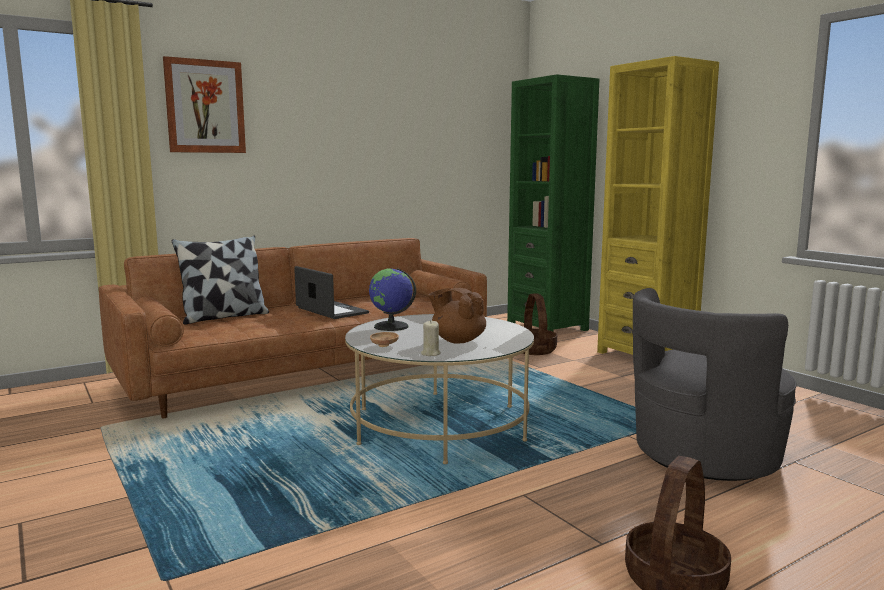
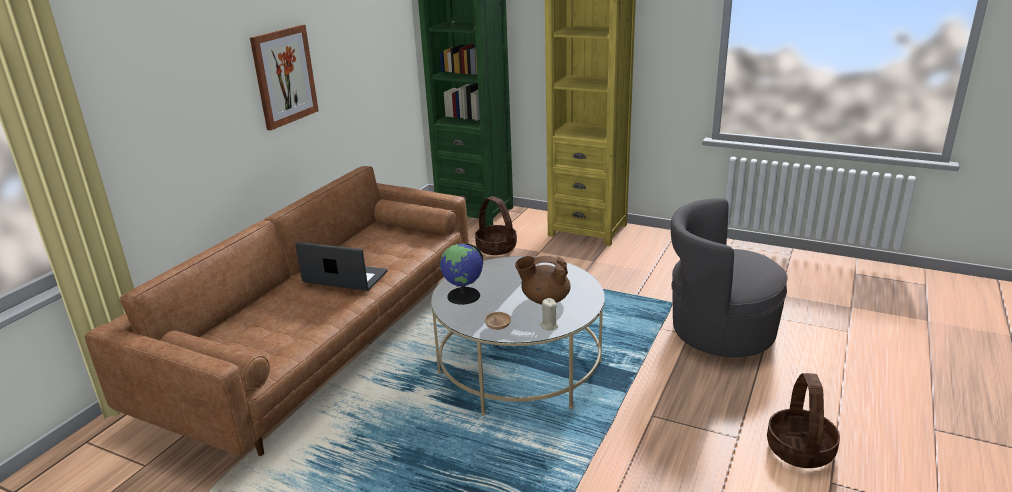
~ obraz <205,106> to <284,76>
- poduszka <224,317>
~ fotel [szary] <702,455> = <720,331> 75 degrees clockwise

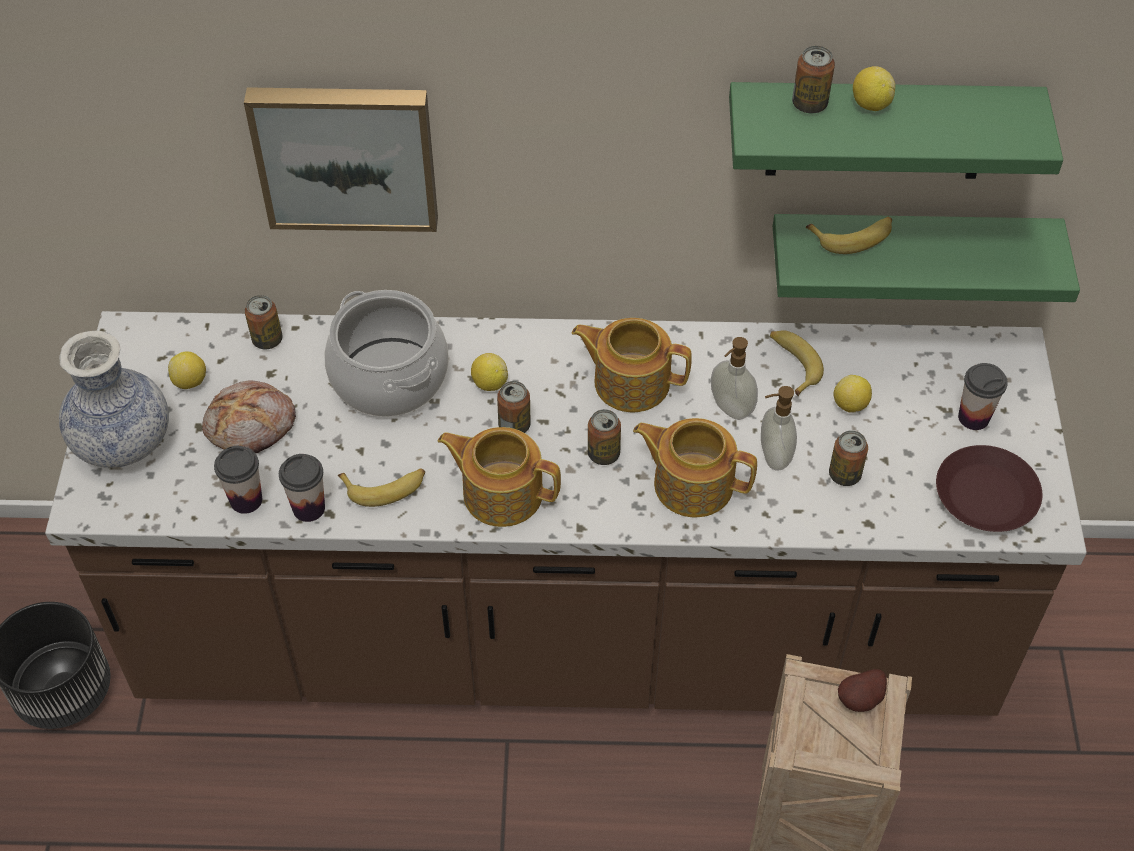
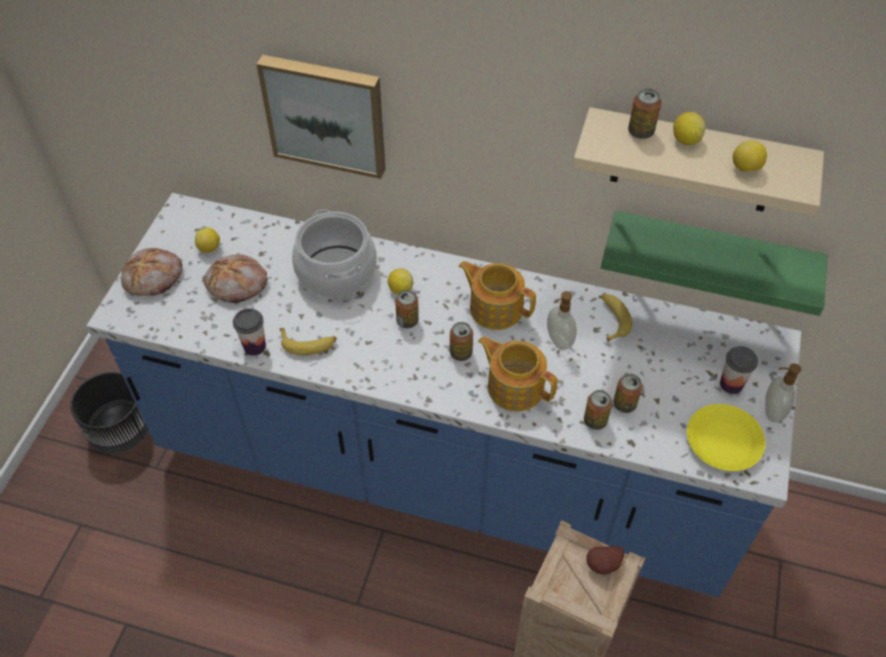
~ półka [zielony] <879,130> to półka [beżowy] <694,162>
- banan <853,237>
~ puszka <267,340> to <595,421>
~ zabudowa kuchenna [brązowy] <567,636> to zabudowa kuchenna [niebieski] <443,471>
~ wazon <123,442> to chleb <154,278>
~ cytryna <850,405> to <745,168>
~ dozownik mydła <773,456> to <771,411>
- imbryk <501,492>
~ talerz [brązowy] <987,495> to talerz [żółty] <724,442>
- filiżanka <246,500>

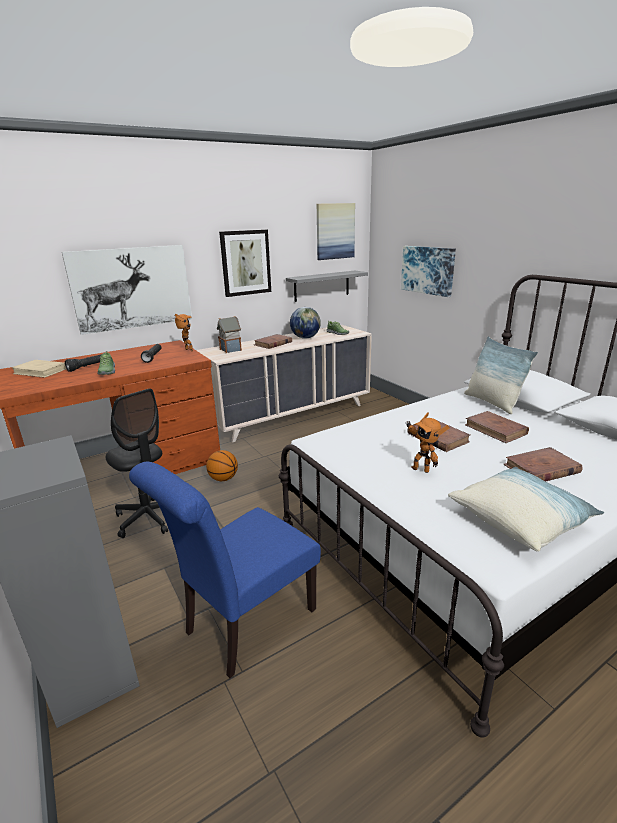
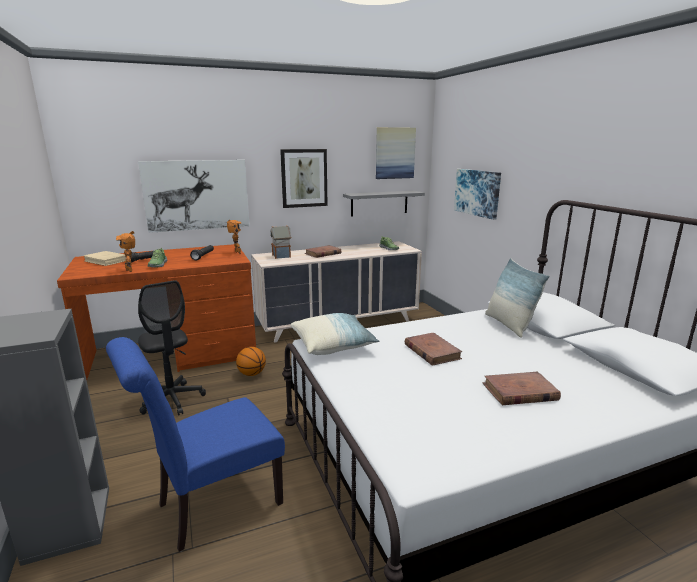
- globus <305,338>
- książka [brązowy] <496,429>
~ robot zabawkowy <421,469> to <131,270>
~ poduszka <520,519> to <333,345>

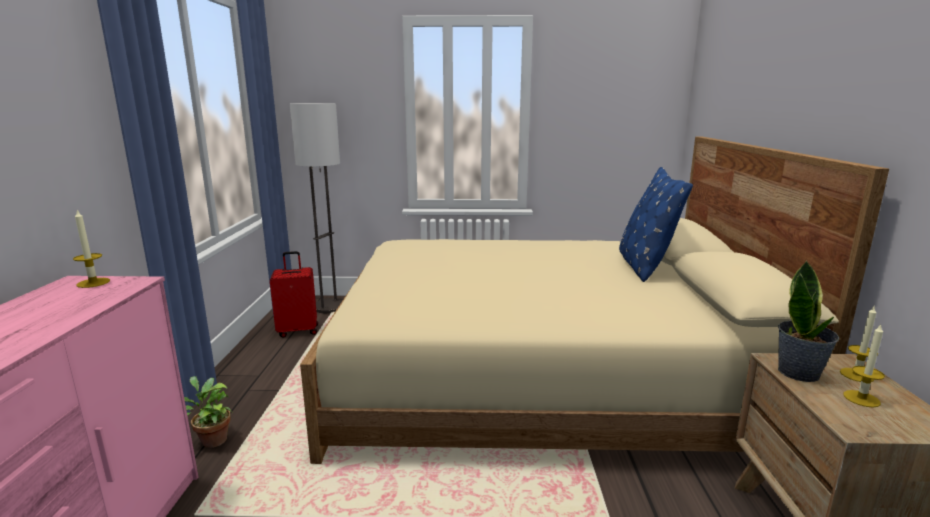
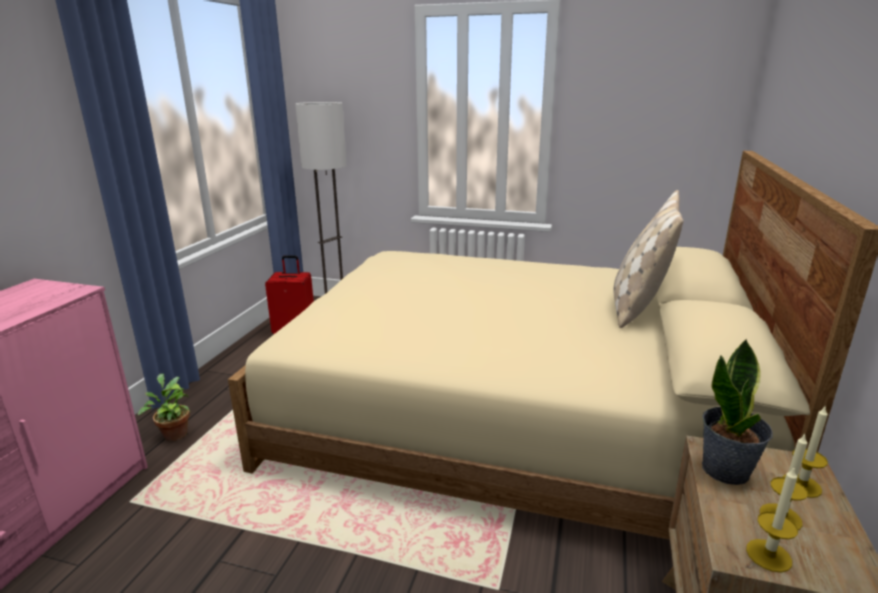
~ poduszka [niebieski] <644,265> to poduszka [beżowy] <638,307>
~ świeca <93,283> to <768,555>

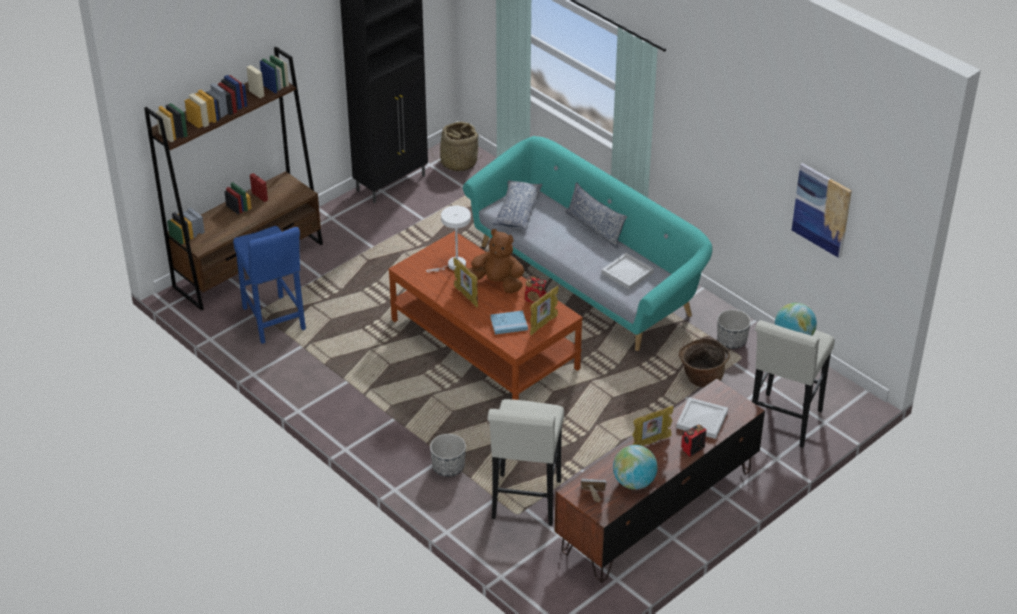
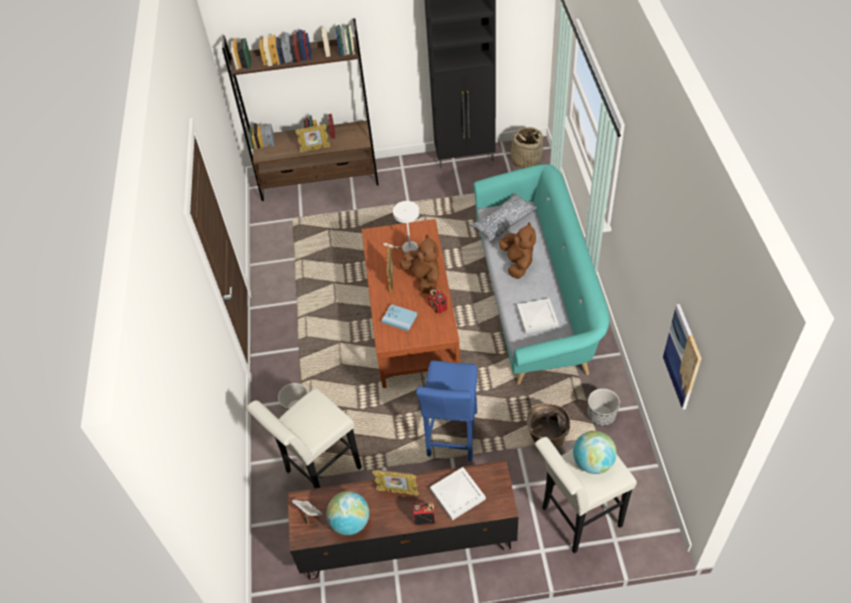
- poduszka <594,228>
~ stołek [niebieski] <274,321> to <452,437>
~ ramka na zdjęcie <543,325> to <315,149>
+ pluszak [brązowy] <517,263>

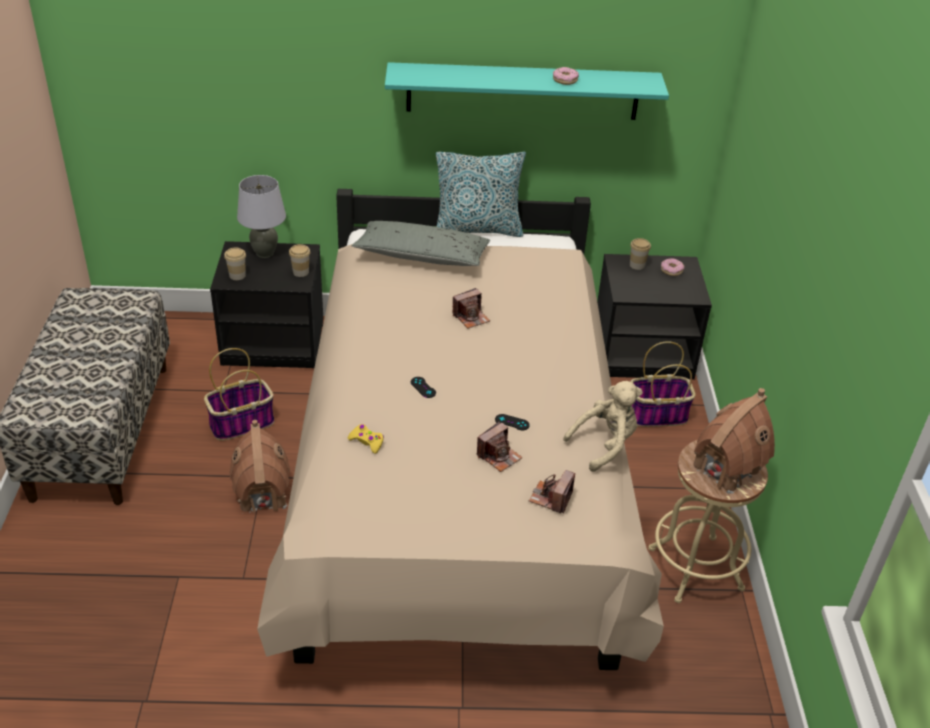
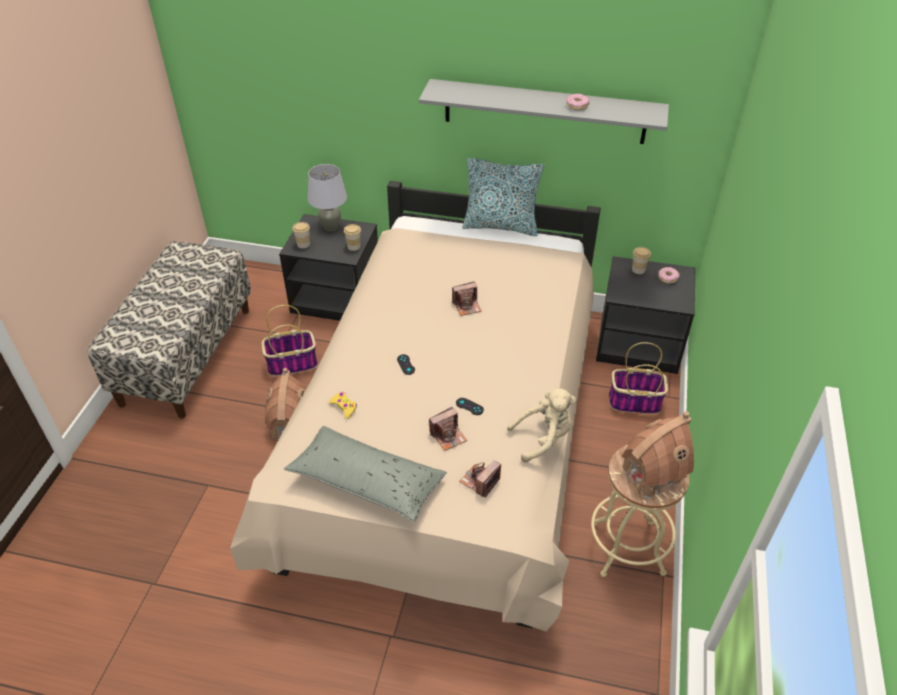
~ półka [turkusowy] <523,91> to półka [szary] <544,111>
~ poduszka [szary] <421,256> to <367,481>

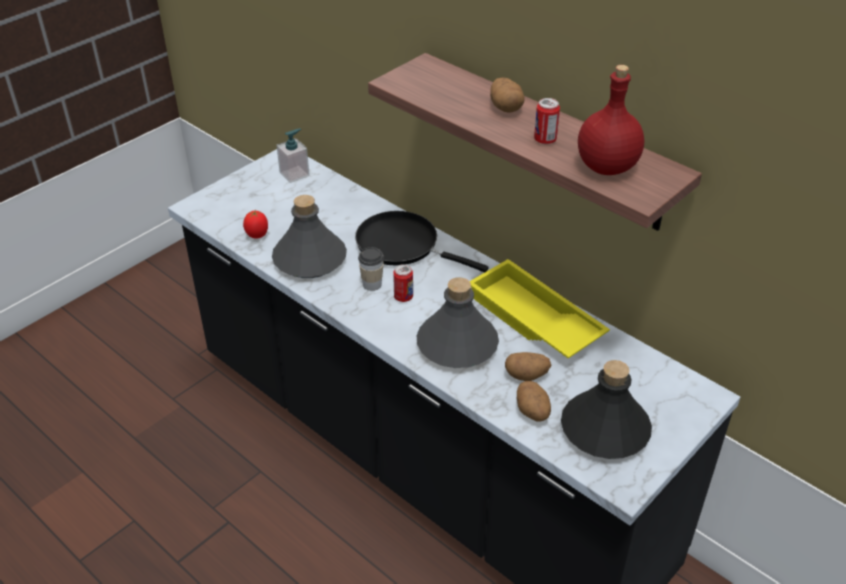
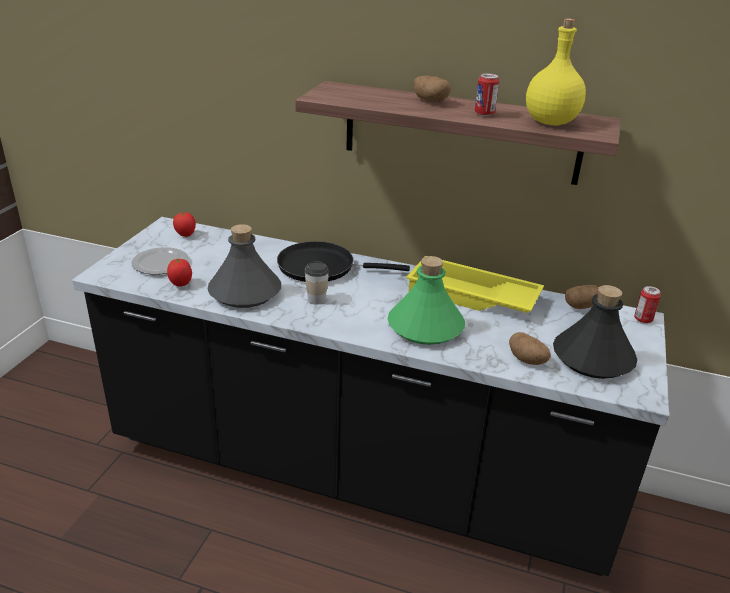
~ butelka [czerwony] <608,167> to butelka [żółty] <551,122>
~ dozownik mydła <294,174> to pomidor <186,235>
~ puszka <403,297> to <643,319>
~ butelka [szary] <457,344> to butelka [zielony] <426,327>
~ ziemniak <526,375> to <580,306>
+ talerz <159,263>

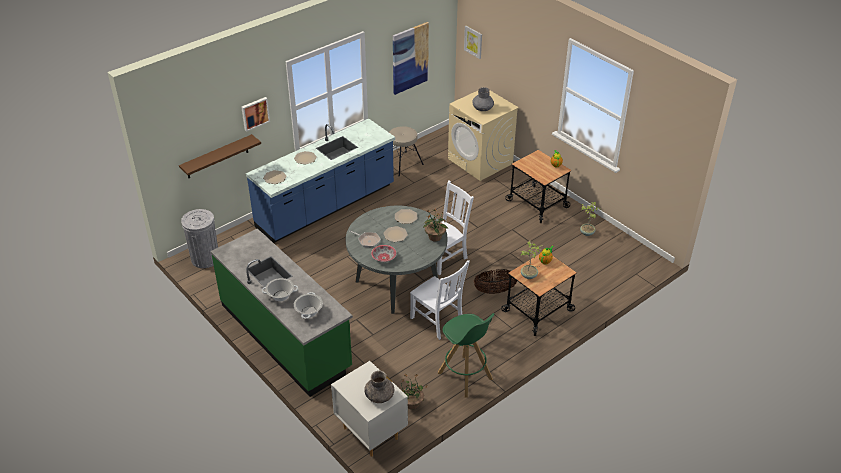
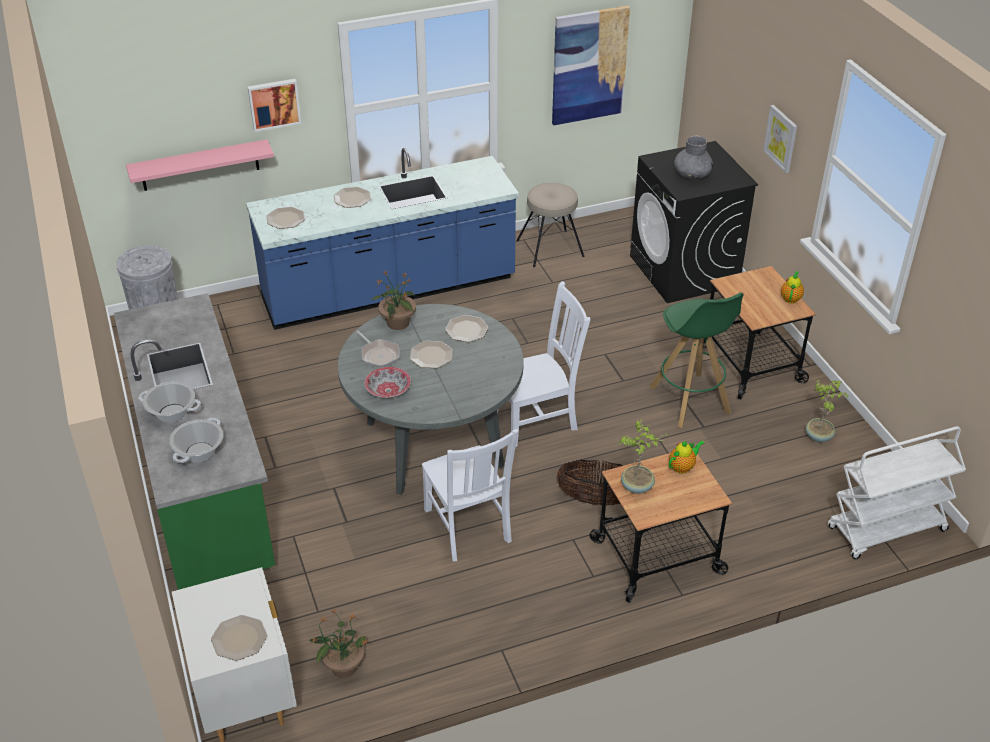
~ obraz <473,41> to <781,138>
~ pralka [beżowy] <480,161> to pralka [czarny] <684,271>
~ półka [brązowy] <217,157> to półka [różowy] <200,165>
~ roślina doniczkowa <435,237> to <397,323>
~ stołek [zielony] <465,376> to <690,400>
~ wazon [szary] <379,396> to talerz <239,638>
+ wózek [biały] <886,530>

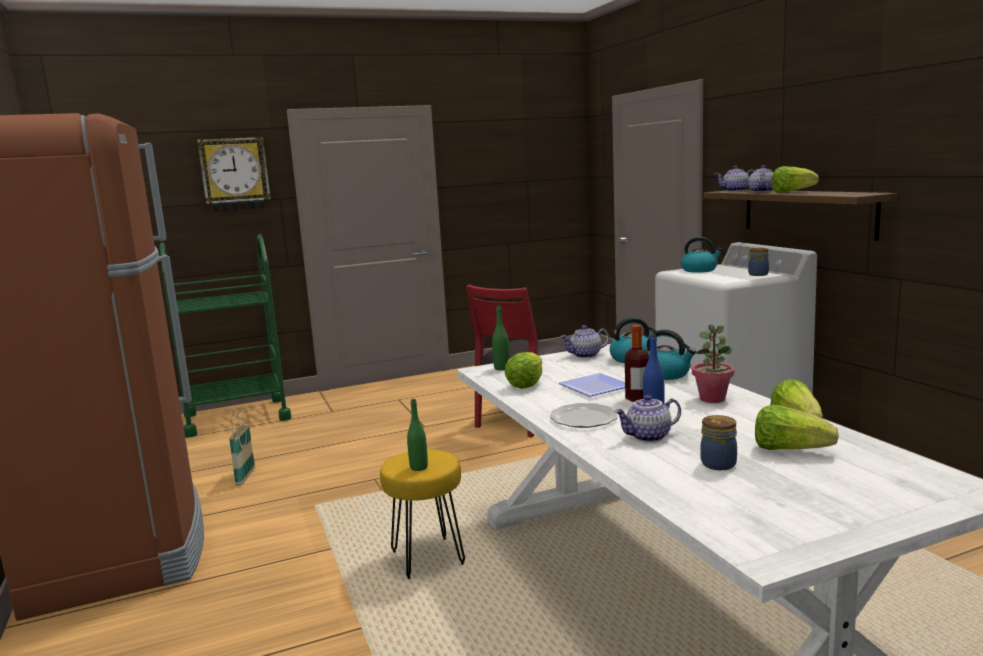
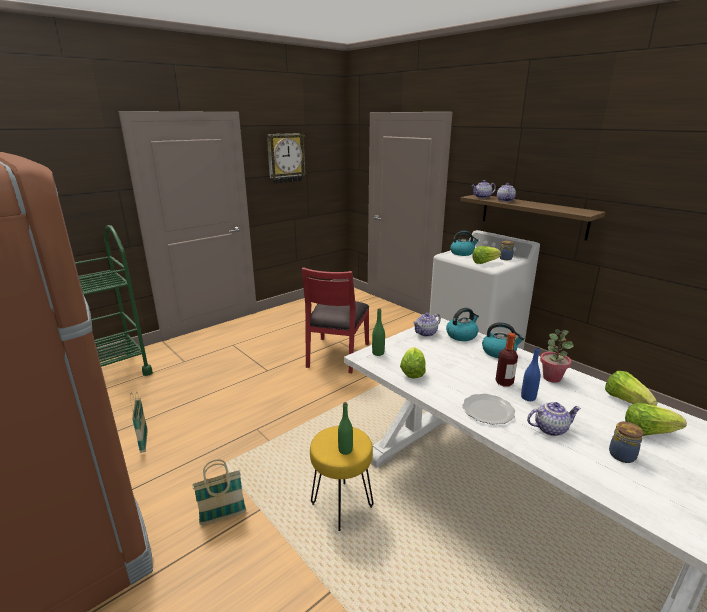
~ zegar ścienny <235,174> to <285,158>
~ sałata <791,192> to <484,262>
- talerz <595,387>
~ imbryk <648,437> = <550,428> 150 degrees counterclockwise
+ koszyk <223,517>

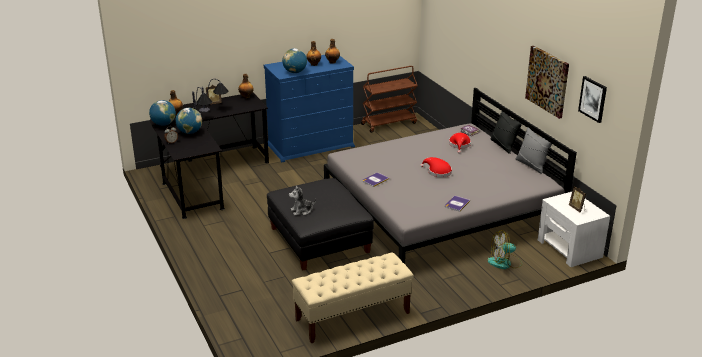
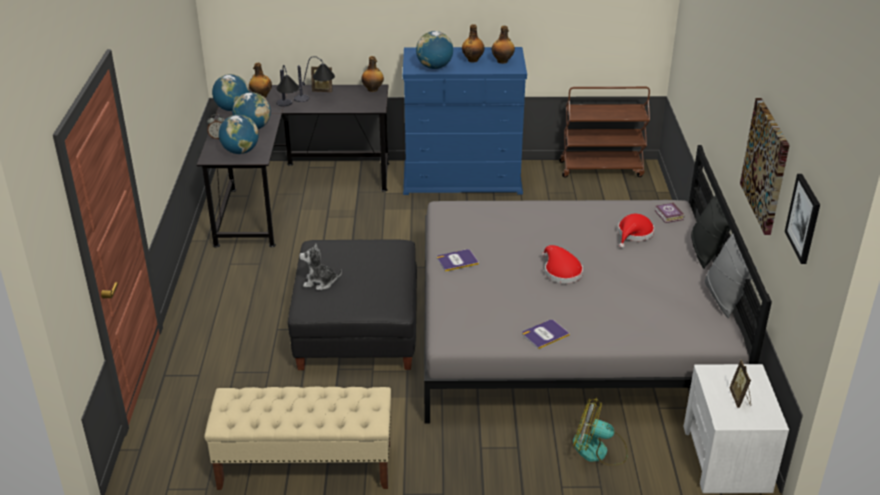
+ globus <240,151>

